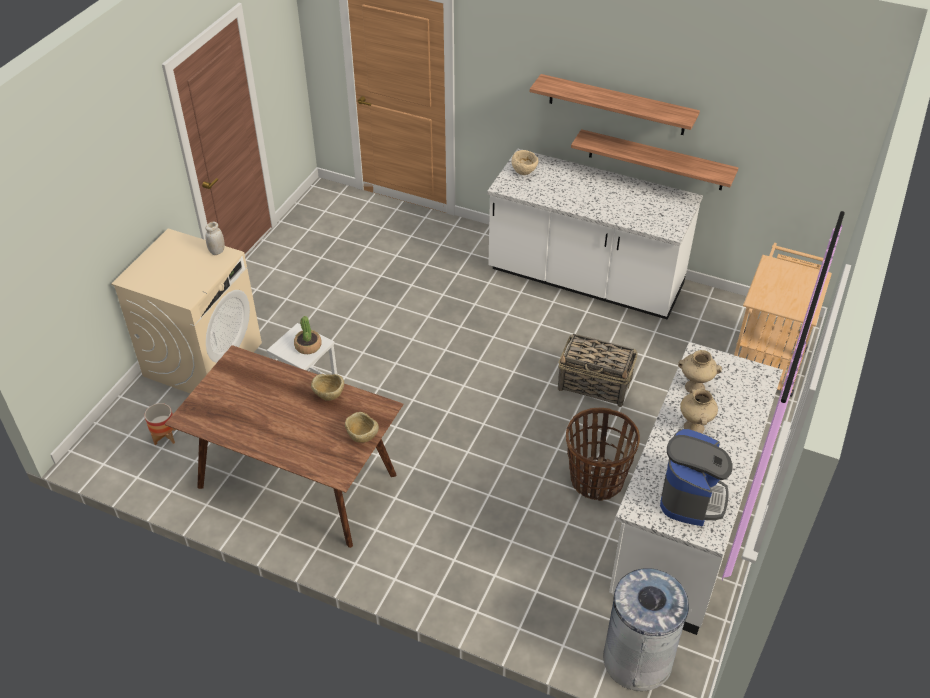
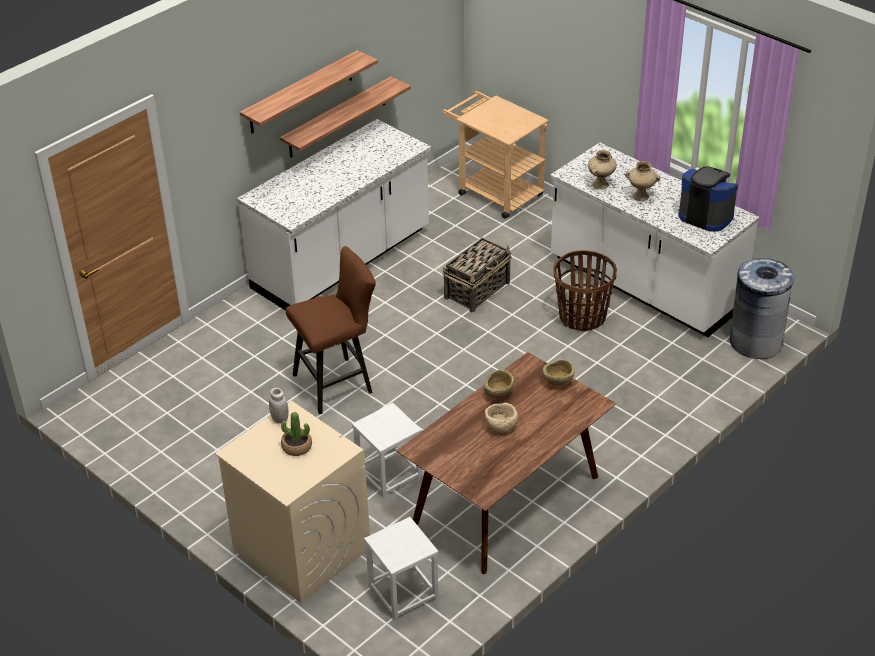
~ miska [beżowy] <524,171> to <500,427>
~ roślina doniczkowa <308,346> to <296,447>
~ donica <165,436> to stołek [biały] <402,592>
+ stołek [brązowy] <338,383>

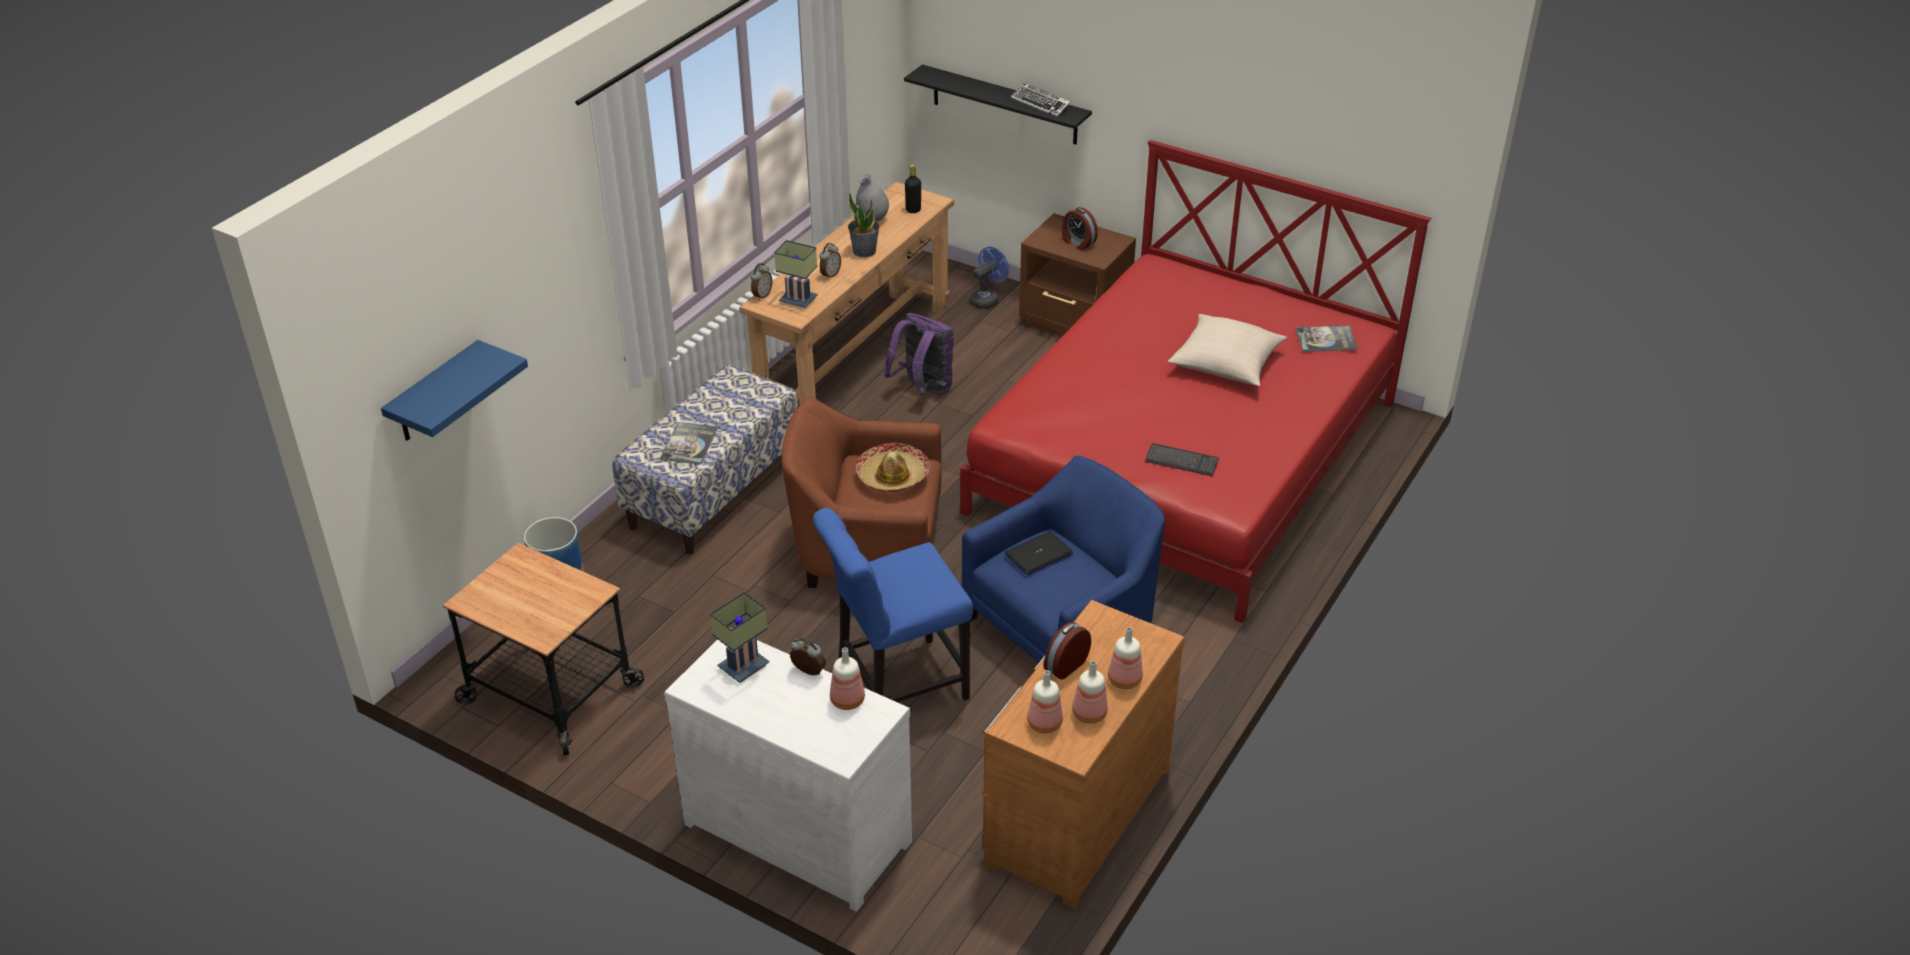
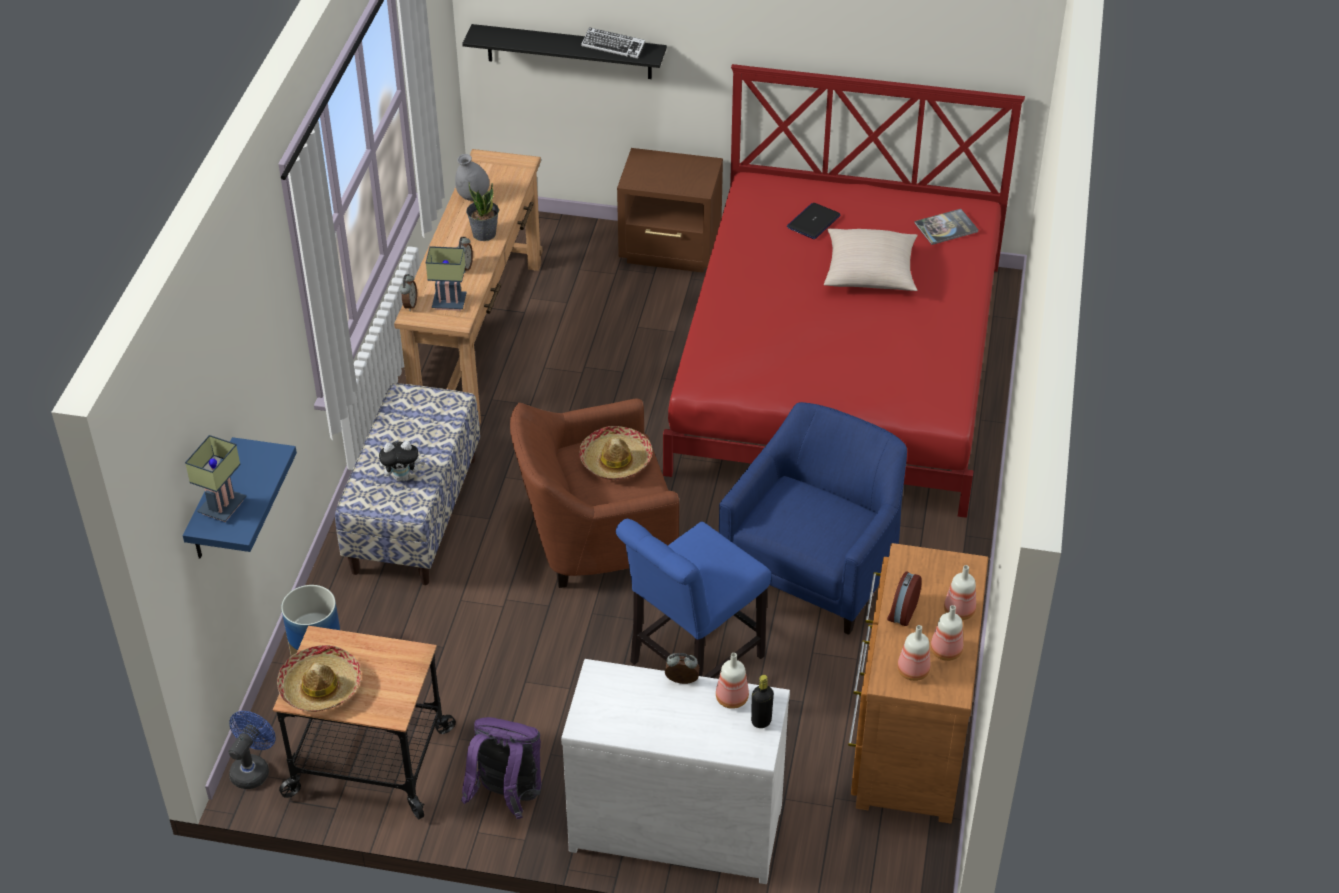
~ butelka [czarny] <913,210> to <761,721>
- budzik <1077,243>
~ wentylator [niebieski] <987,299> to <253,769>
~ plecak [fioletowy] <923,389> to <506,797>
~ książka <689,444> to pluszak <403,477>
- klawiatura <1181,461>
~ laptop <1038,554> to <813,222>
~ lampa stołowa <743,669> to <223,509>
+ kapelusz <320,686>

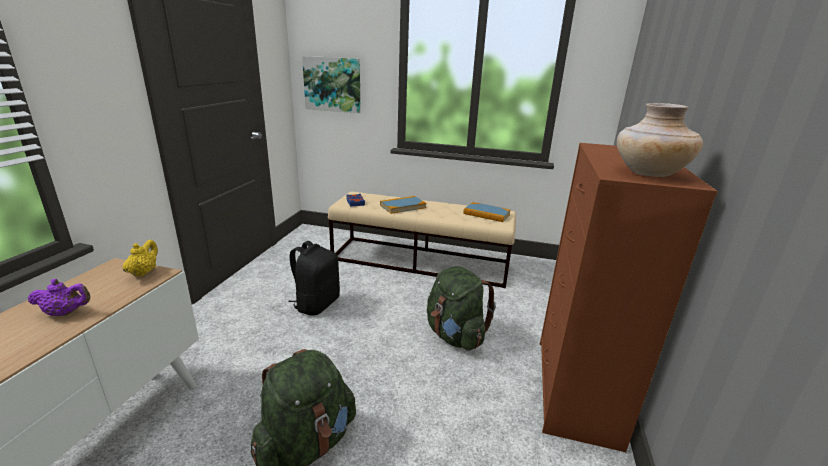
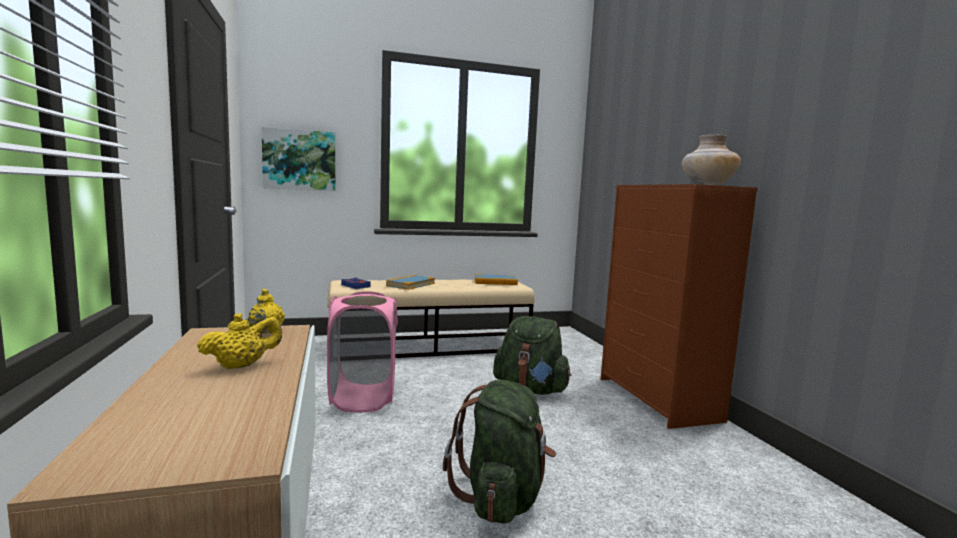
~ plecak [czarny] <316,304> to kosz na pranie [różowy] <363,398>
~ imbryk [fioletowy] <66,313> to imbryk [żółty] <242,365>

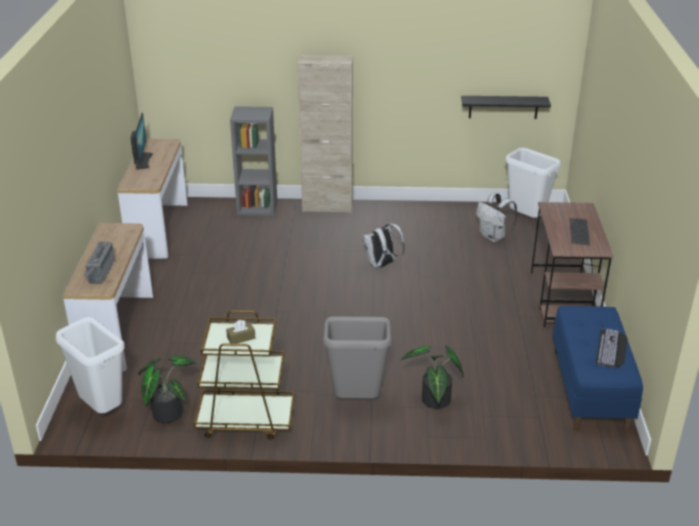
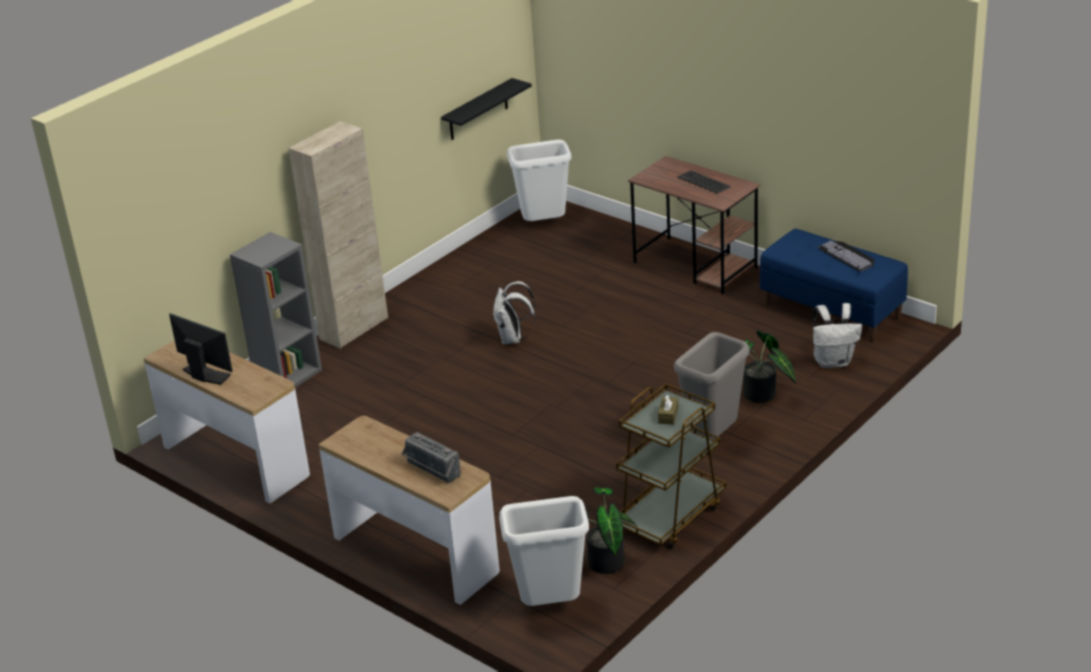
~ plecak [biały] <493,237> to <833,361>

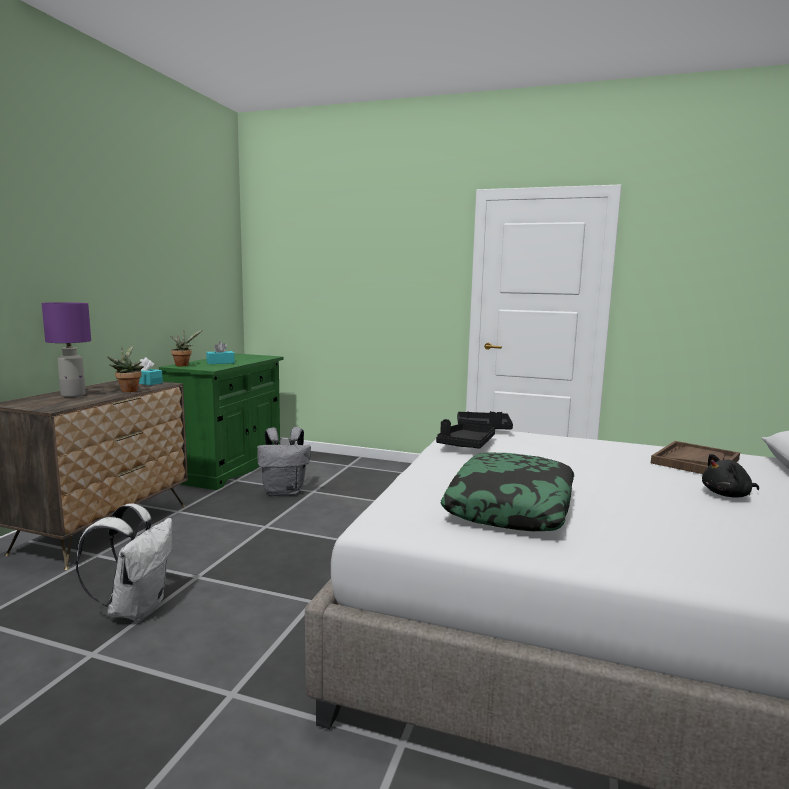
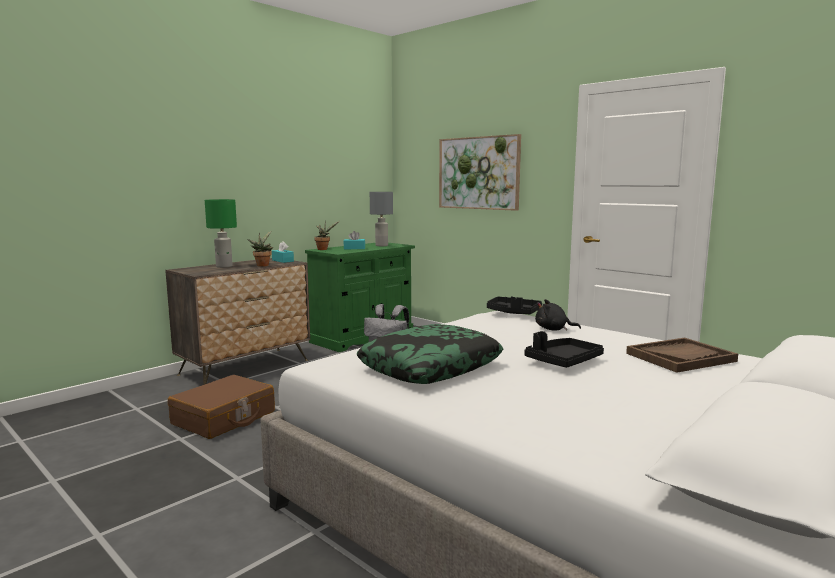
~ lampa stołowa [fioletowy] <73,395> to lampa stołowa [zielony] <224,266>
~ taca [czarny] <465,444> to <563,361>
~ pluszak [czarny] <728,495> to <553,329>
~ plecak [biały] <136,608> to walizka [brązowy] <224,418>
+ obraz <478,173>
+ lampa stołowa [szary] <381,245>

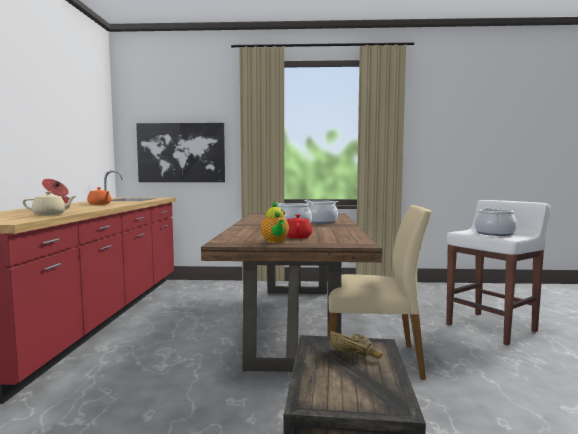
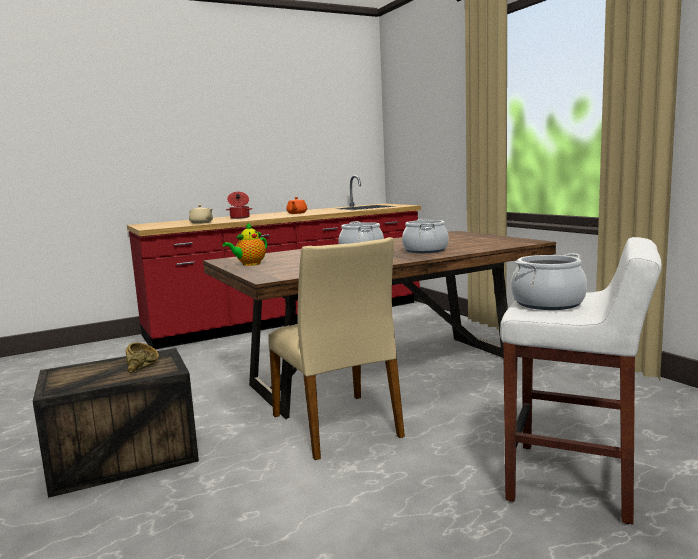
- obraz <181,152>
- imbryk [czerwony] <297,237>

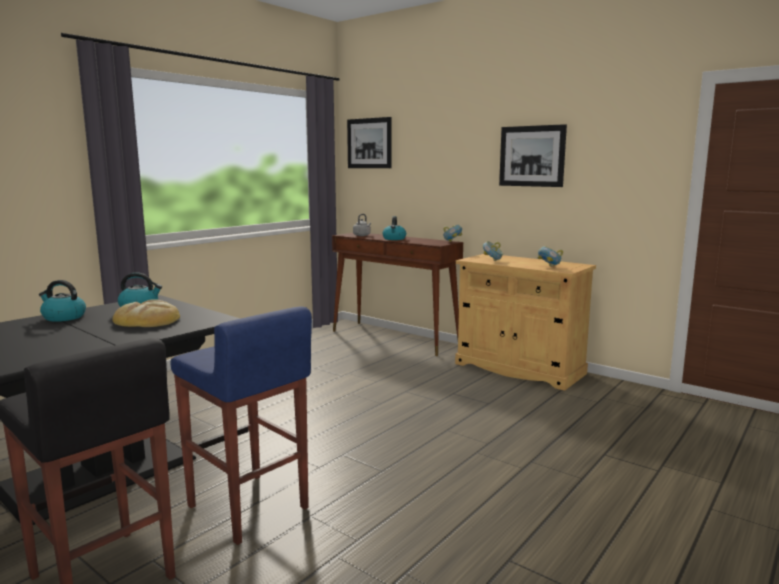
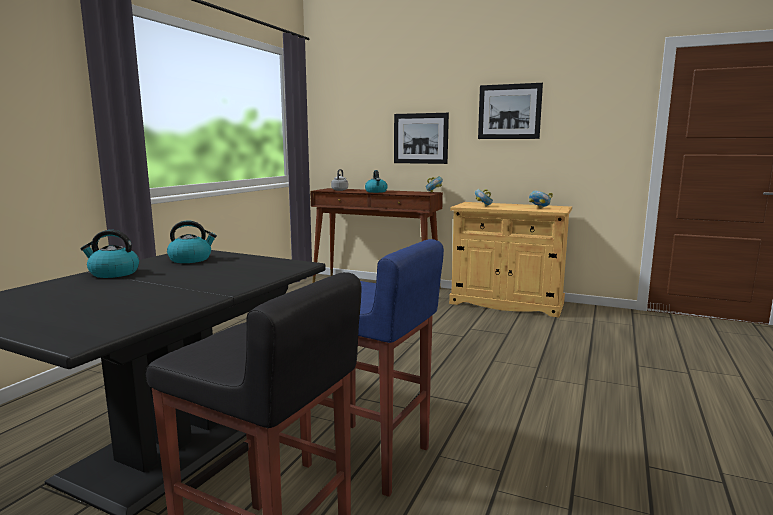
~ obraz <369,143> to <420,138>
- chleb <147,320>

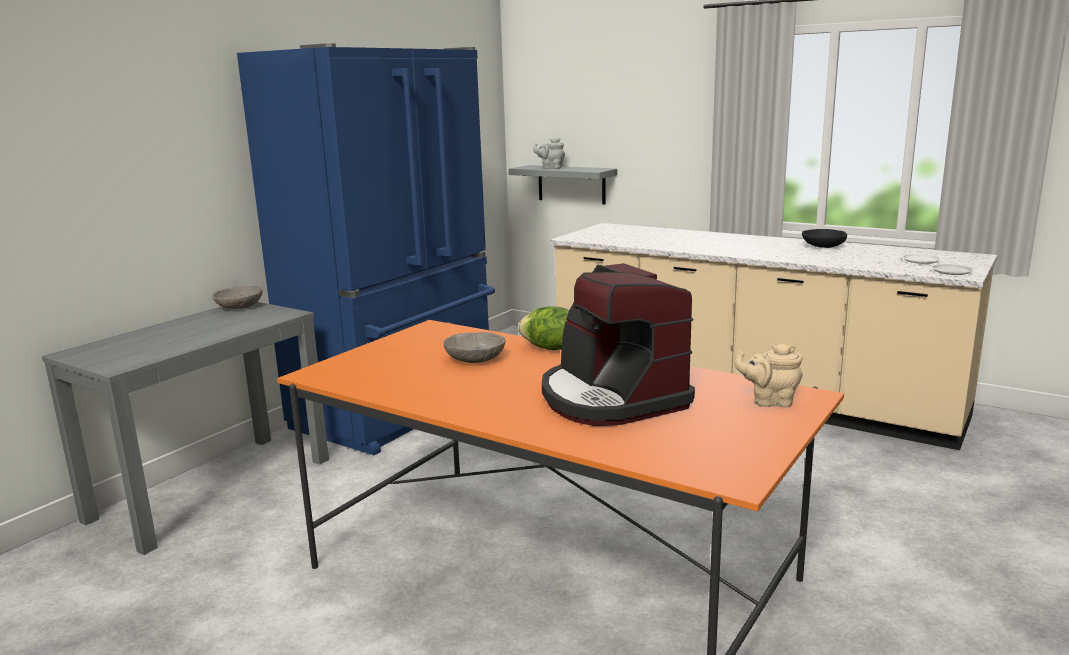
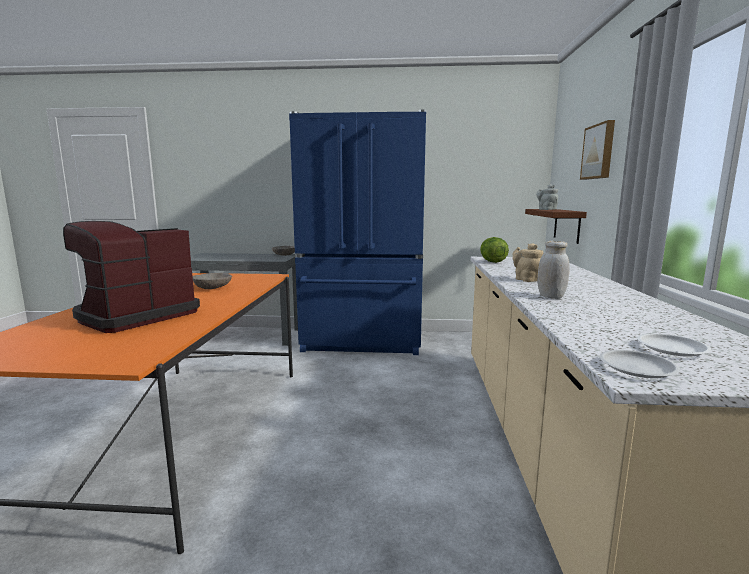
~ półka [szary] <571,184> to półka [brązowy] <567,225>
- miska [czarny] <823,247>
~ sałata <549,348> to <492,262>
~ imbryk [beżowy] <769,401> to <526,279>
+ obraz <599,151>
+ słoik [biały] <551,296>

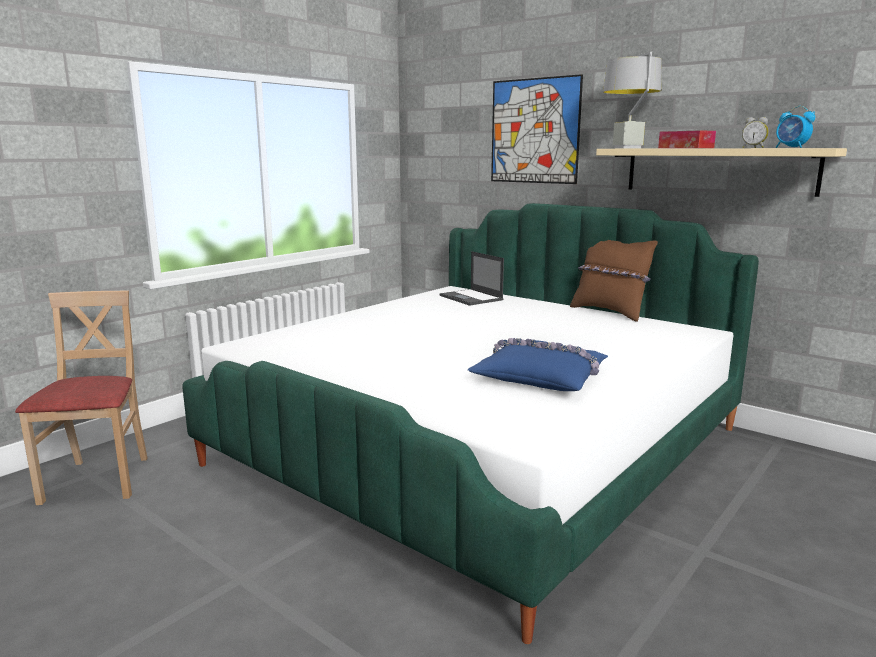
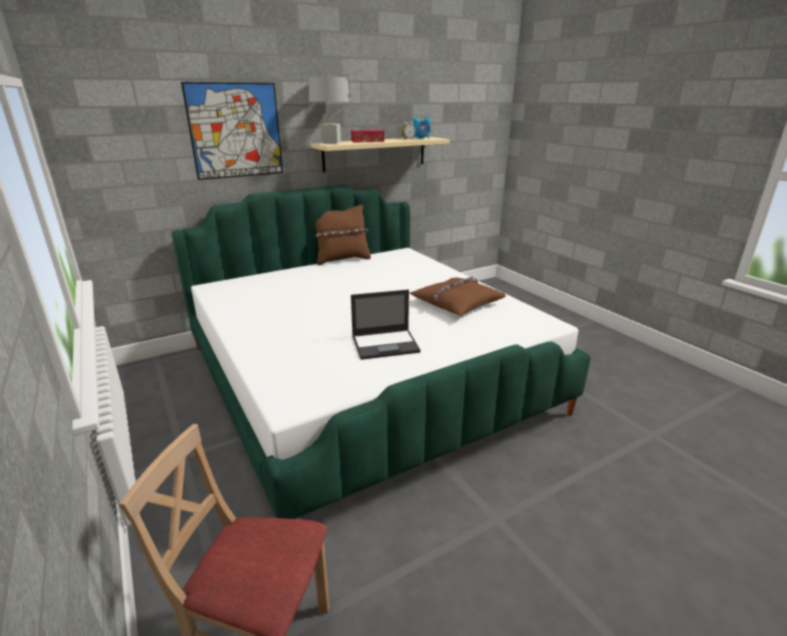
~ laptop <471,298> to <386,344>
~ poduszka [niebieski] <541,377> to poduszka [brązowy] <456,303>

